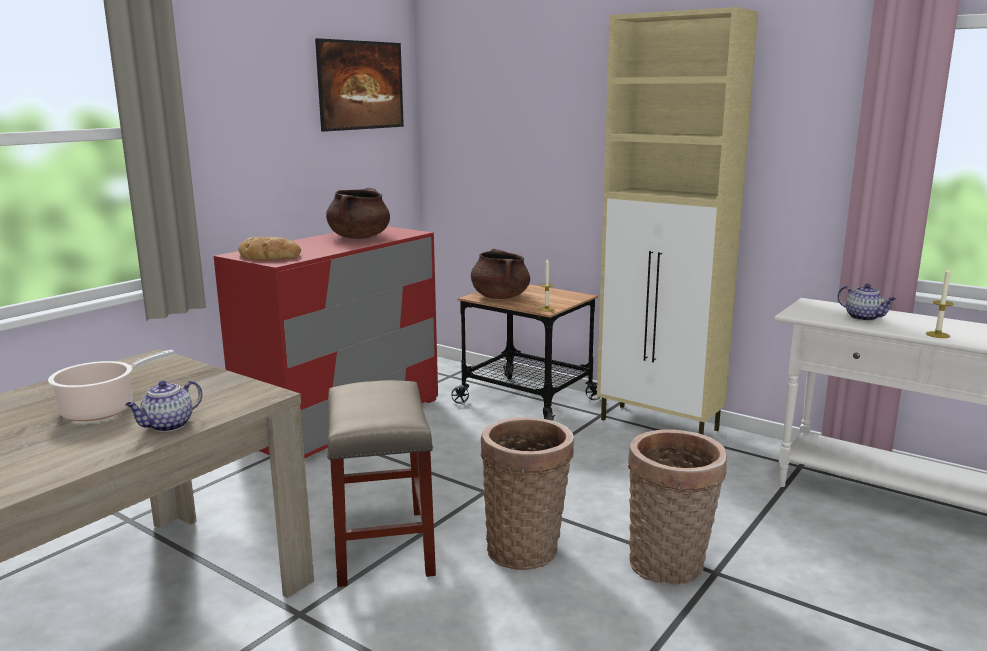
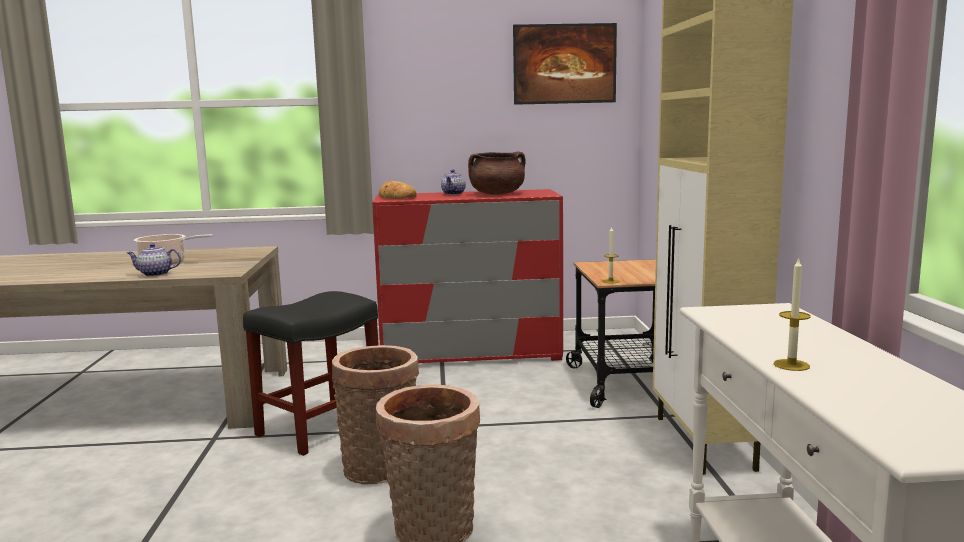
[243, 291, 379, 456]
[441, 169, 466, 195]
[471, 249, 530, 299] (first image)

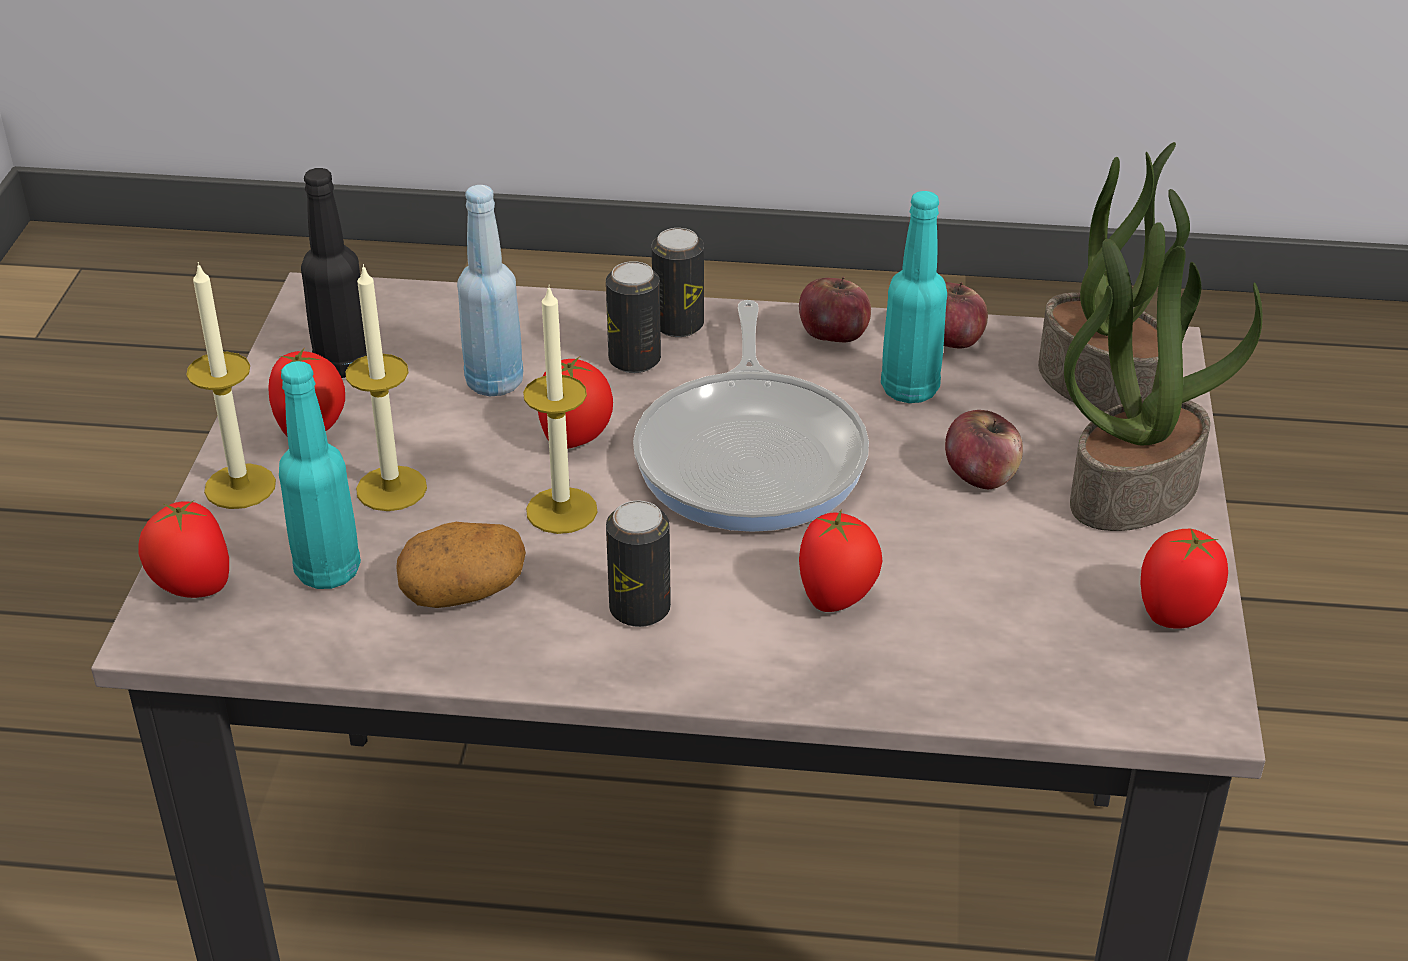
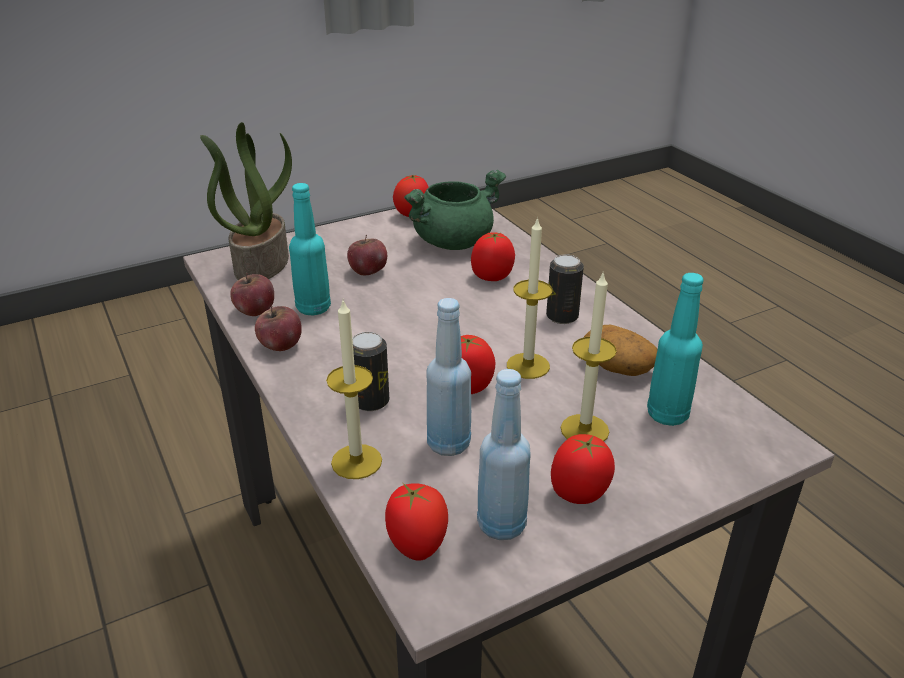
[326, 300, 382, 479]
[385, 482, 448, 561]
[404, 170, 506, 250]
[477, 369, 531, 540]
[633, 300, 869, 532] (first image)
[652, 228, 704, 337] (first image)
[1064, 239, 1263, 531] (first image)

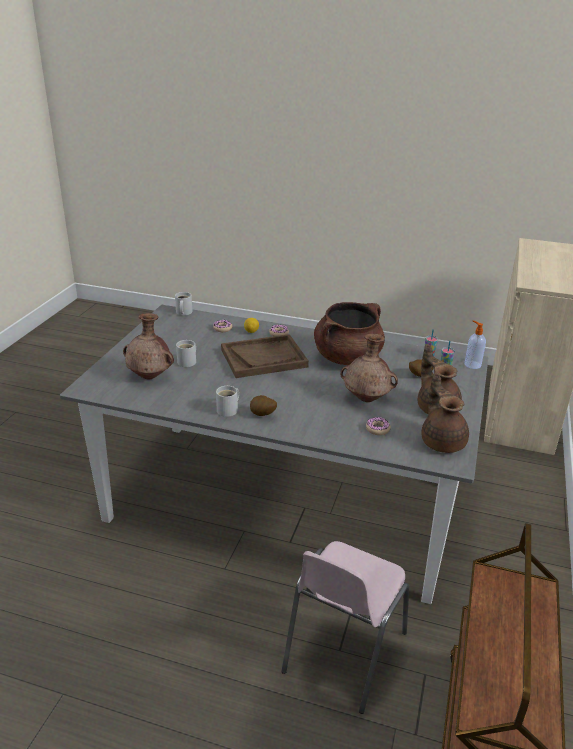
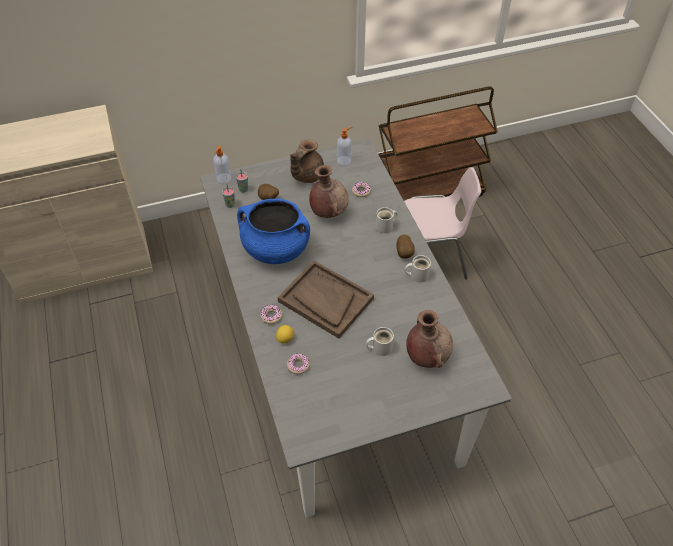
[237, 198, 310, 264]
[337, 127, 352, 165]
[376, 207, 398, 233]

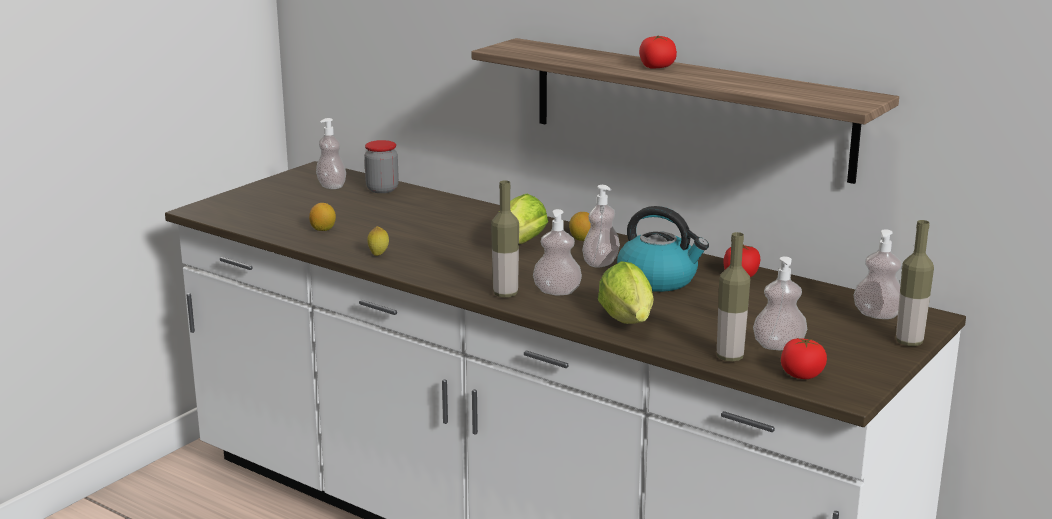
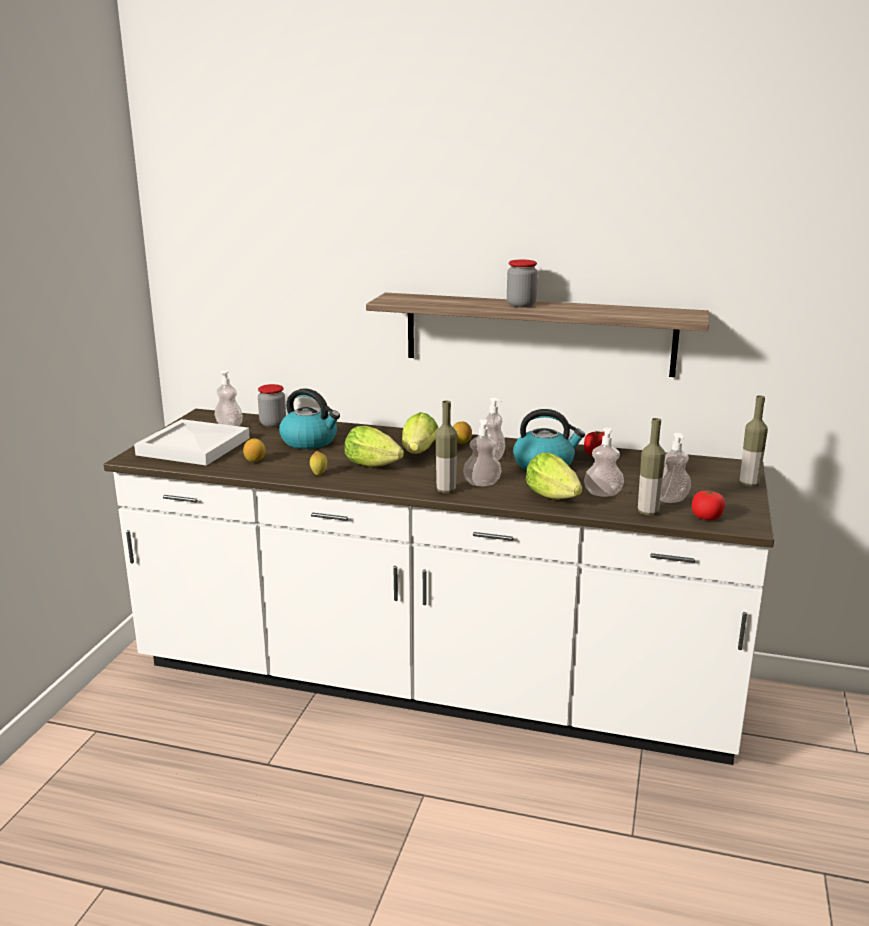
[134, 419, 250, 466]
[279, 388, 340, 449]
[344, 426, 404, 467]
[507, 260, 538, 307]
[584, 428, 624, 497]

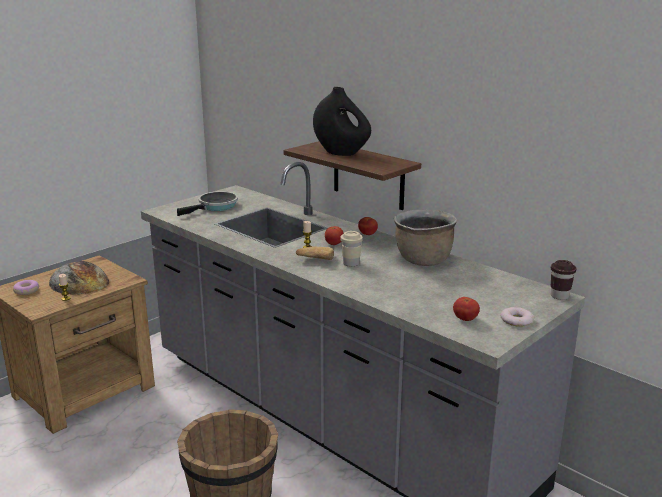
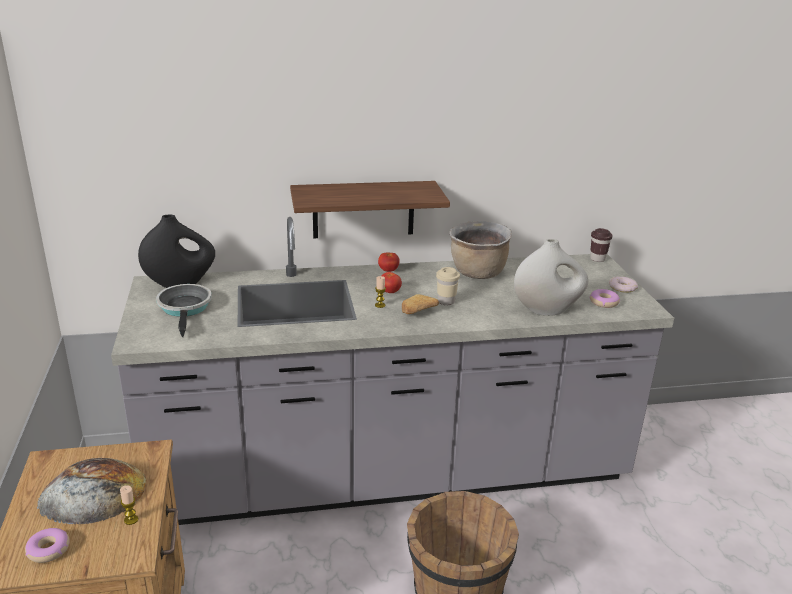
[138, 214, 215, 288]
[514, 239, 588, 316]
[589, 289, 620, 308]

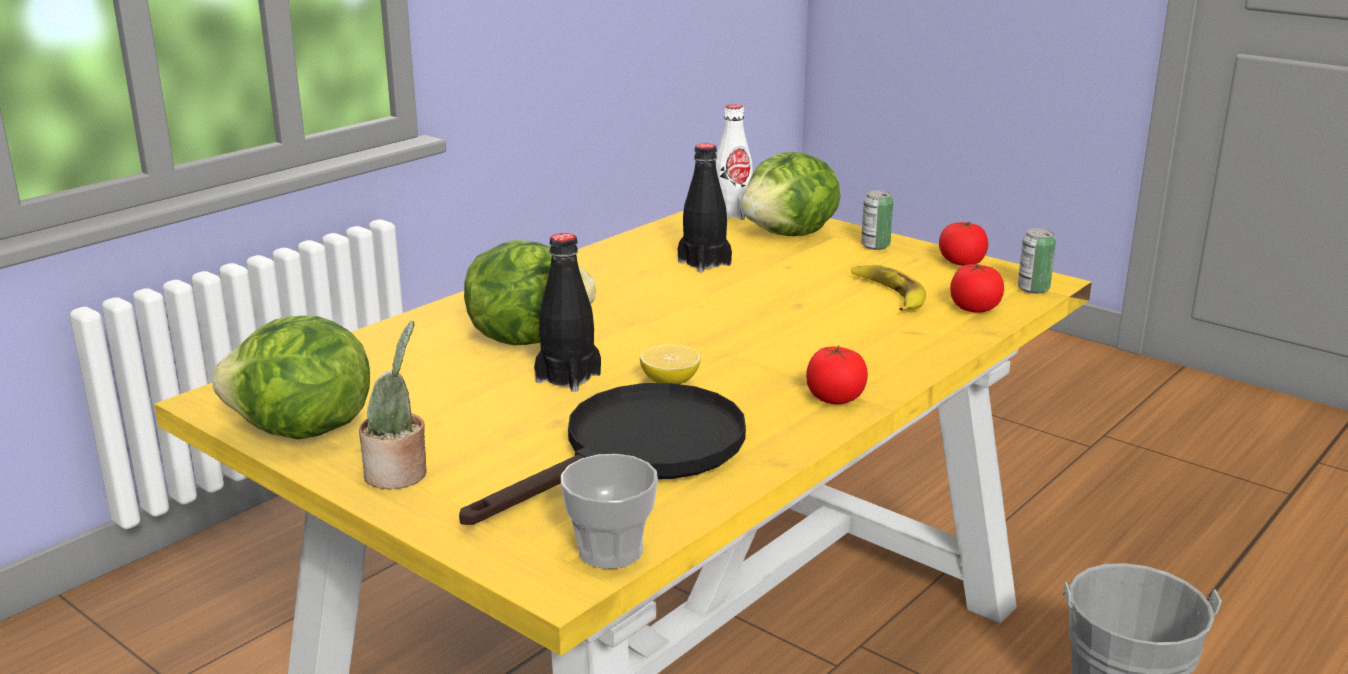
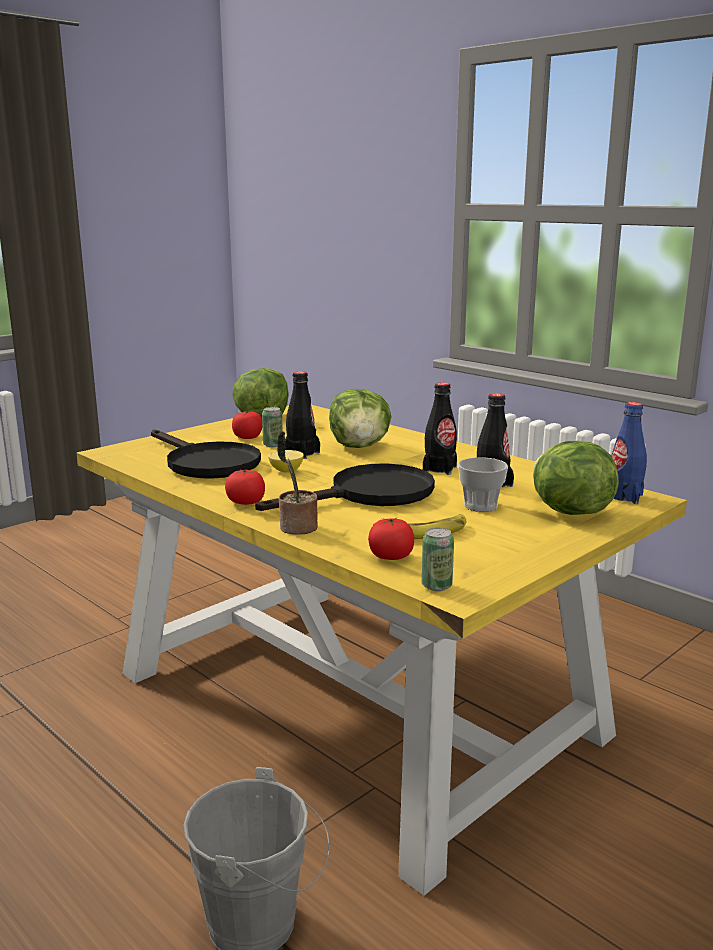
[232, 411, 262, 439]
[255, 464, 435, 511]
[262, 407, 283, 447]
[277, 431, 318, 535]
[423, 382, 457, 475]
[458, 457, 508, 512]
[611, 402, 647, 504]

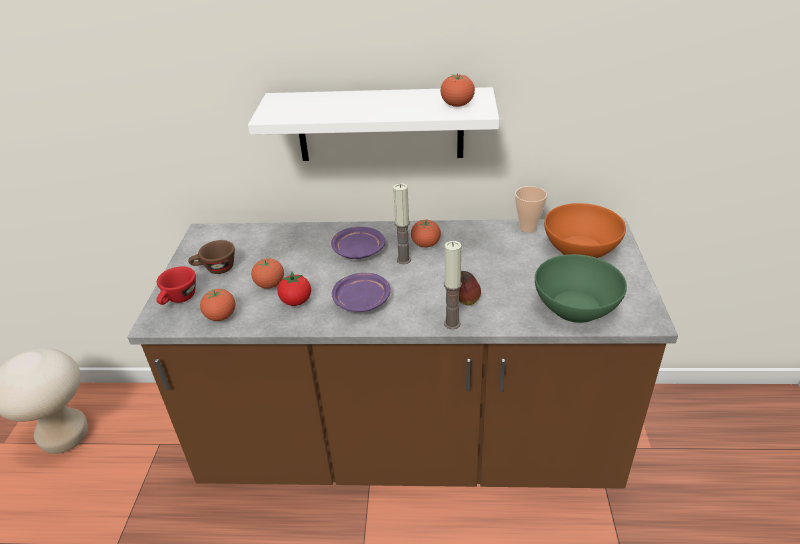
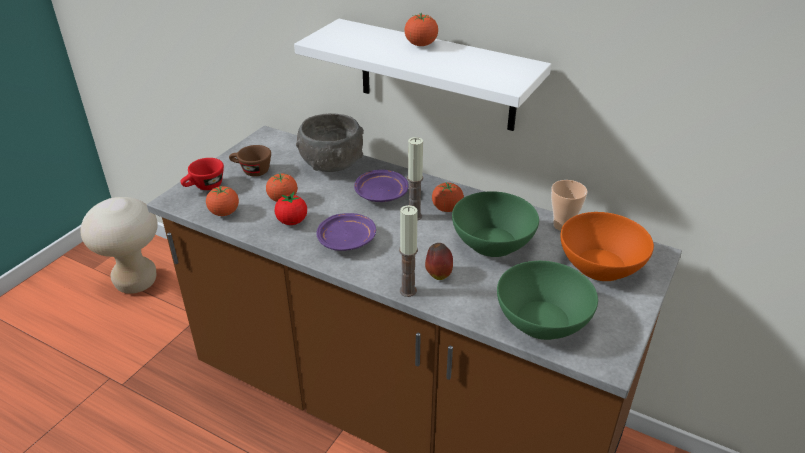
[296, 113, 364, 172]
[405, 13, 438, 46]
[452, 191, 539, 257]

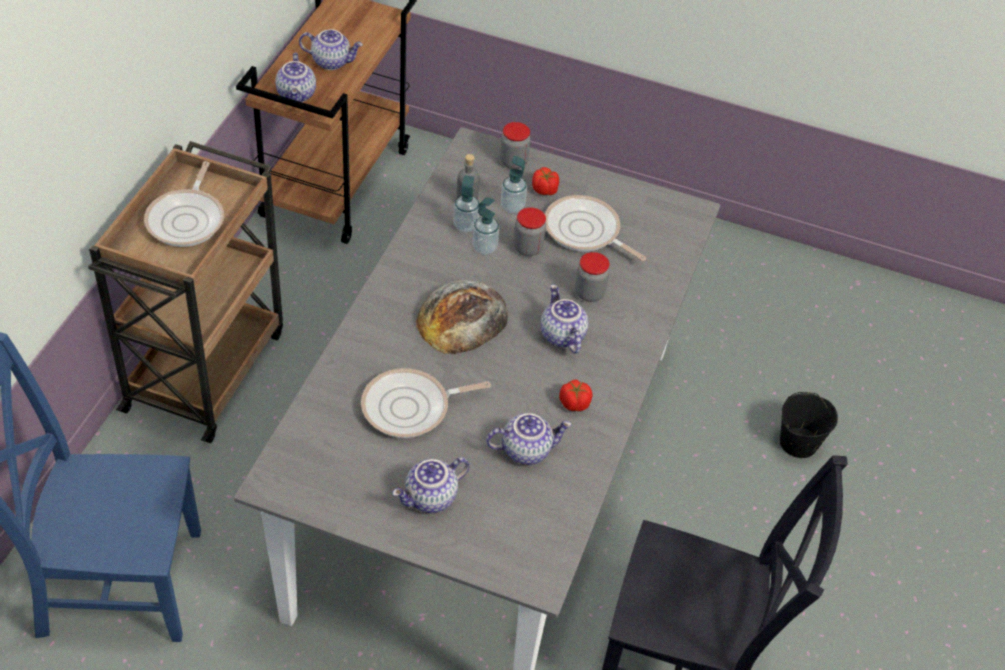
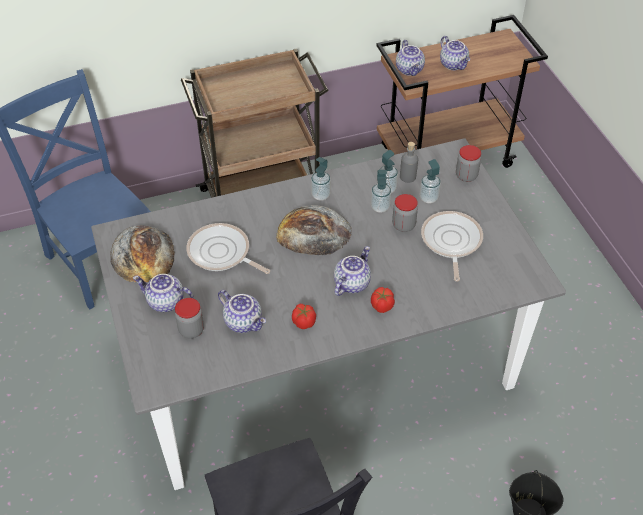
[110, 225, 175, 283]
[175, 298, 204, 339]
[311, 157, 331, 201]
[371, 287, 395, 313]
[396, 40, 425, 76]
[144, 161, 224, 247] (first image)

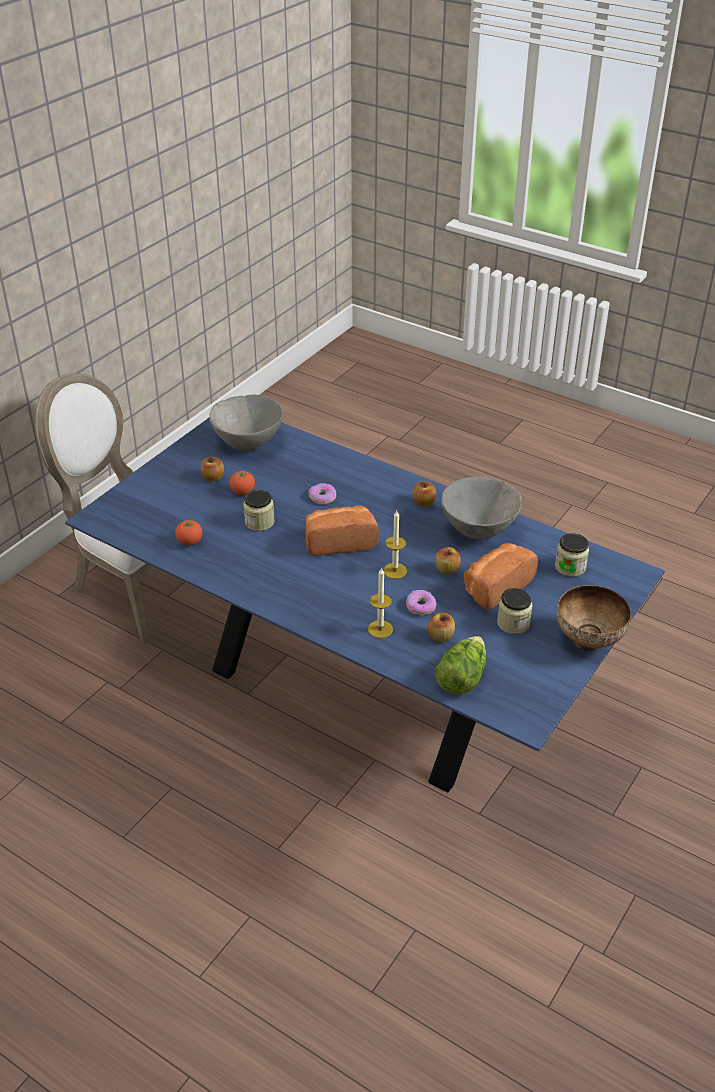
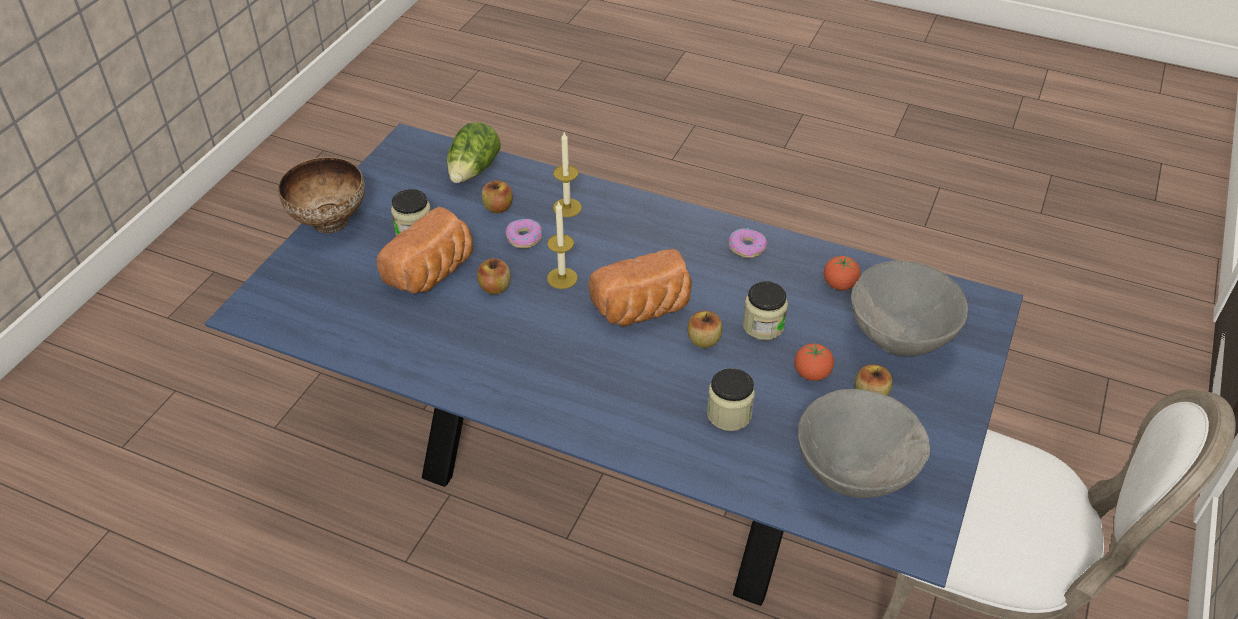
[688, 311, 722, 348]
[707, 368, 755, 431]
[729, 228, 768, 258]
[851, 260, 968, 356]

